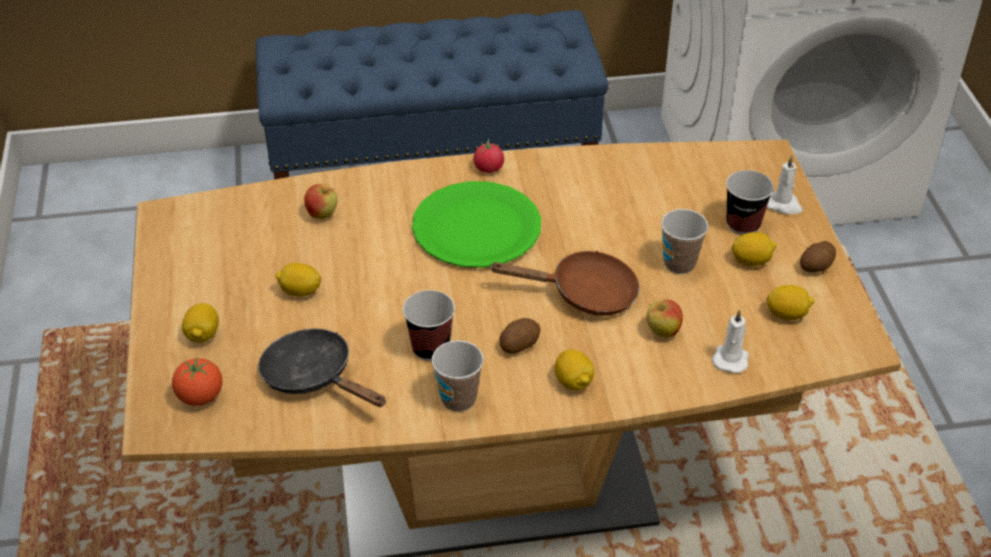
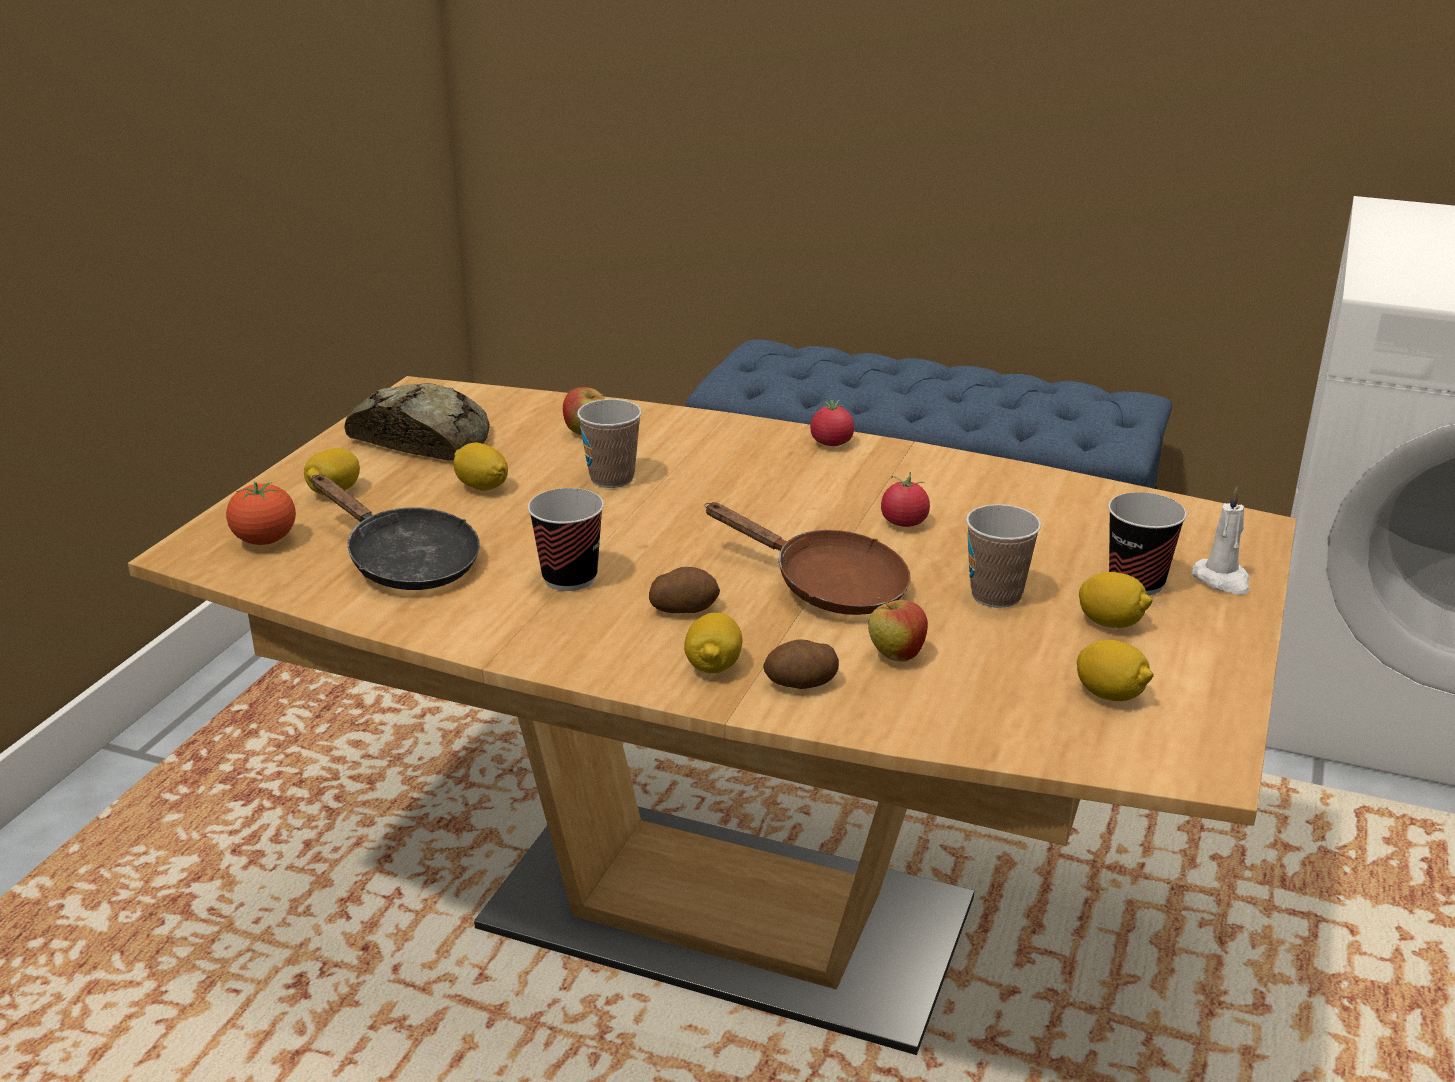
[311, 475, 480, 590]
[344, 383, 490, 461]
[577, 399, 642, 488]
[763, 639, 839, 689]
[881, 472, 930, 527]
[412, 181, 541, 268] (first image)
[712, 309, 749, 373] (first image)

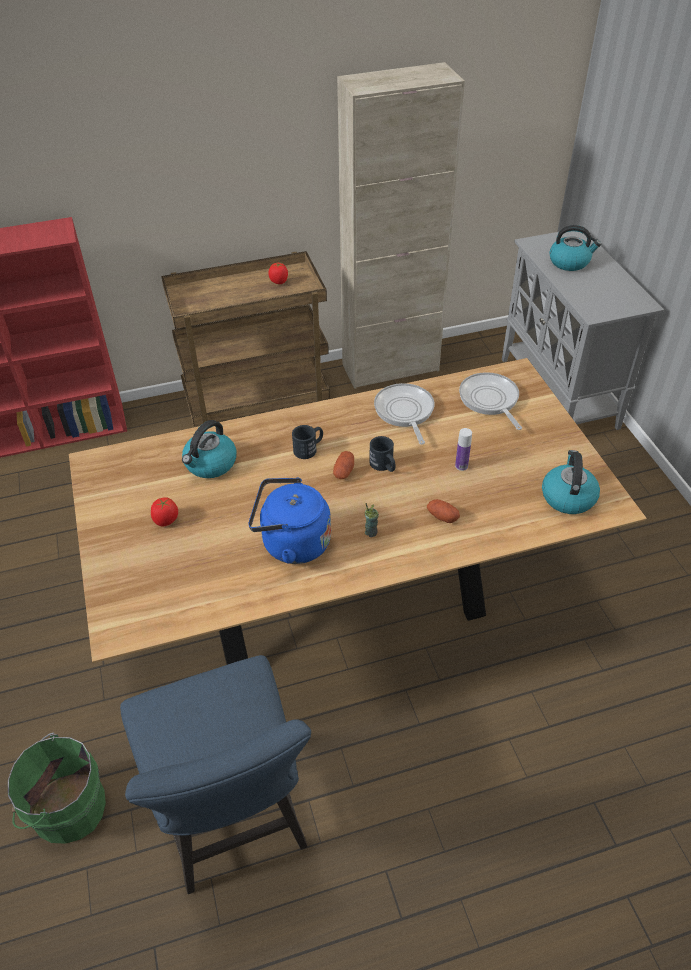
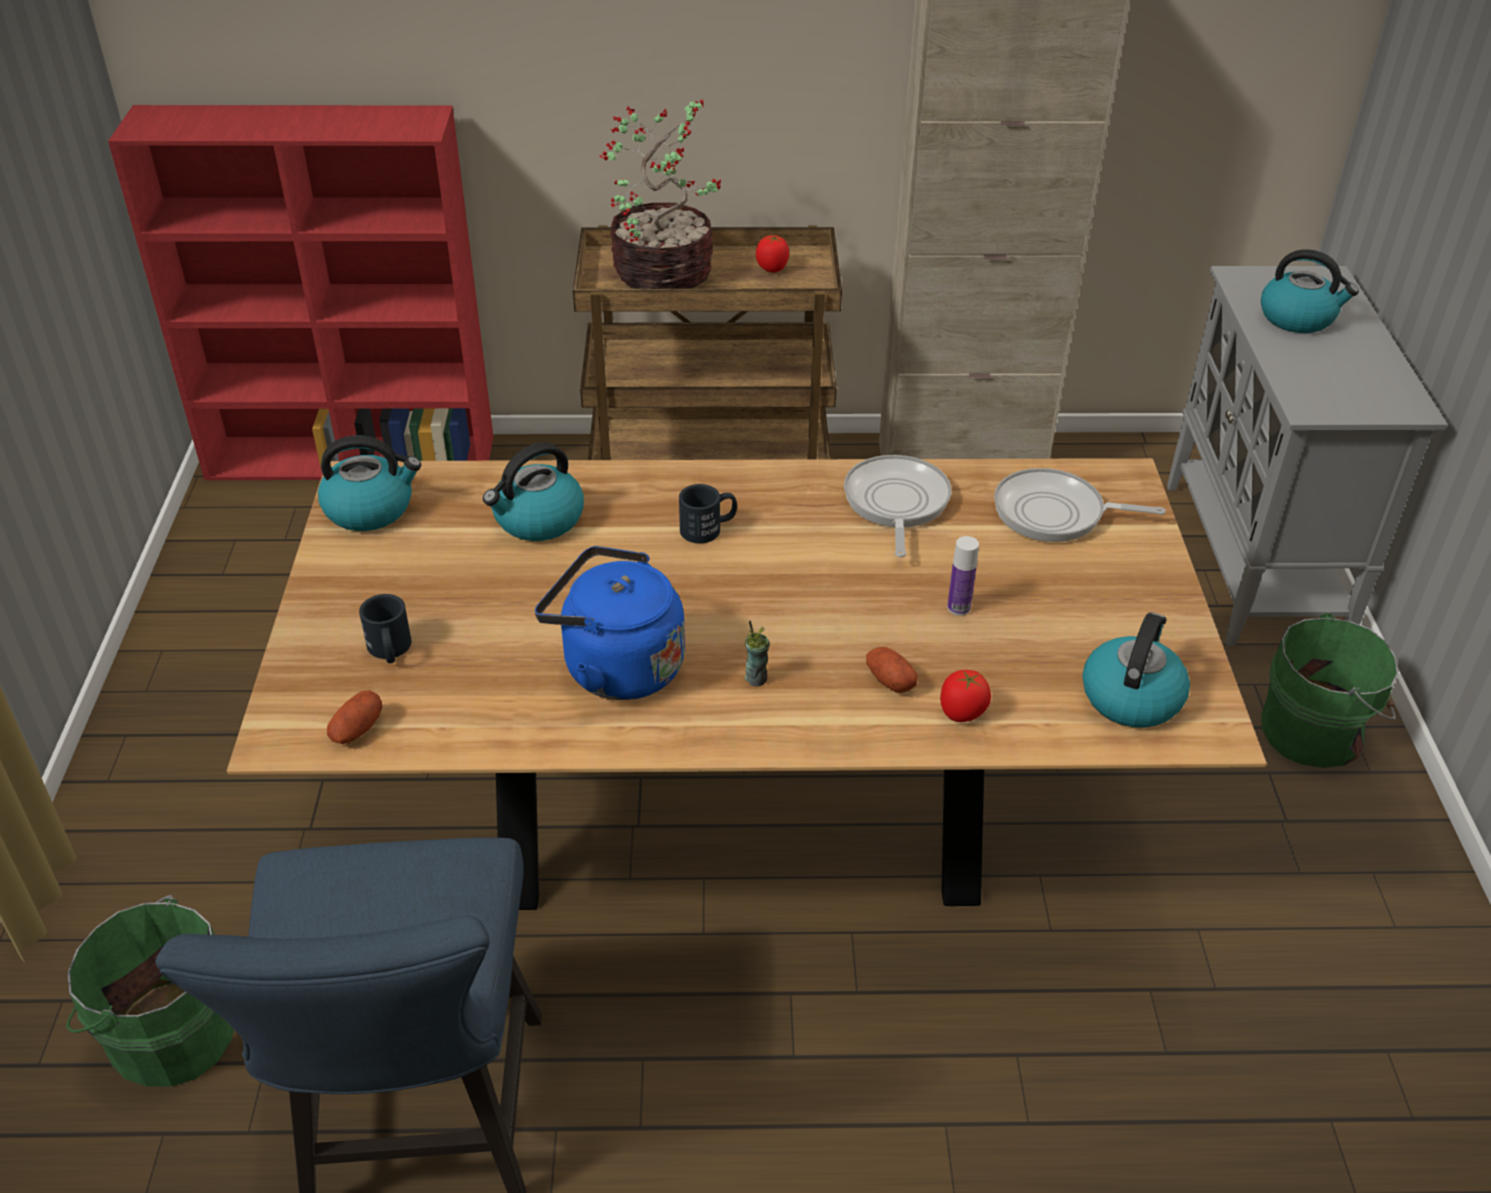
[318, 436, 421, 531]
[327, 690, 382, 744]
[359, 594, 412, 663]
[599, 100, 721, 289]
[940, 670, 991, 722]
[994, 468, 1166, 542]
[1261, 612, 1399, 768]

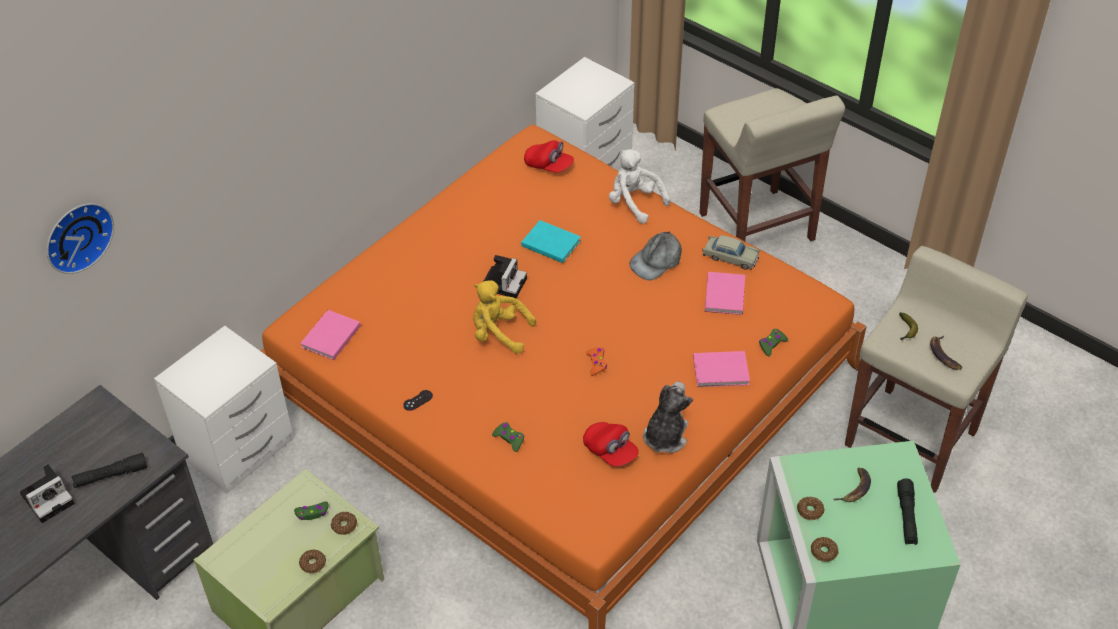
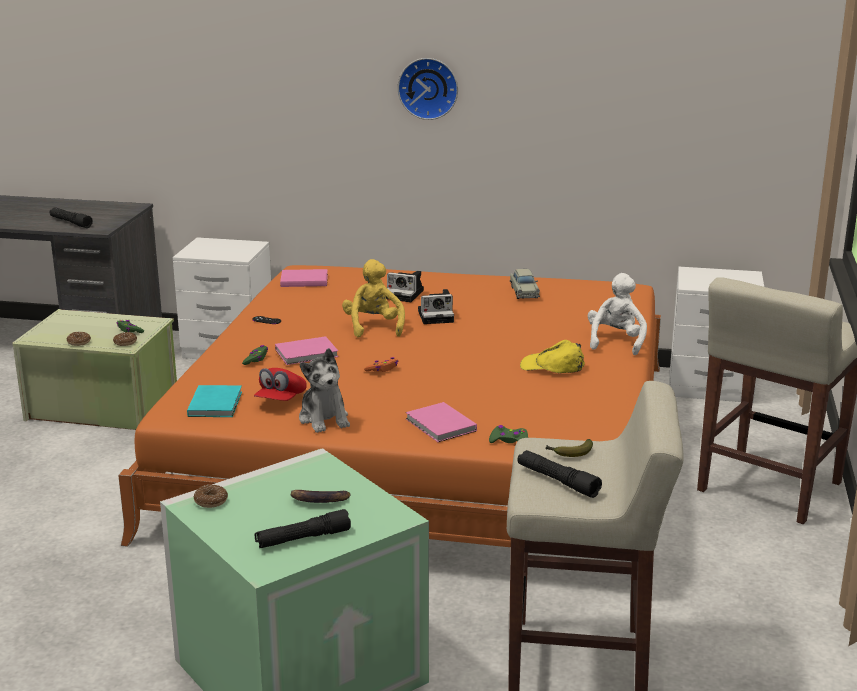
[187, 385, 242, 417]
[275, 336, 338, 365]
[299, 348, 350, 433]
[386, 271, 424, 302]
[398, 58, 458, 120]
[510, 269, 540, 299]
[518, 450, 602, 498]
[520, 340, 585, 373]
[524, 140, 574, 173] (first image)
[797, 497, 825, 520] (first image)

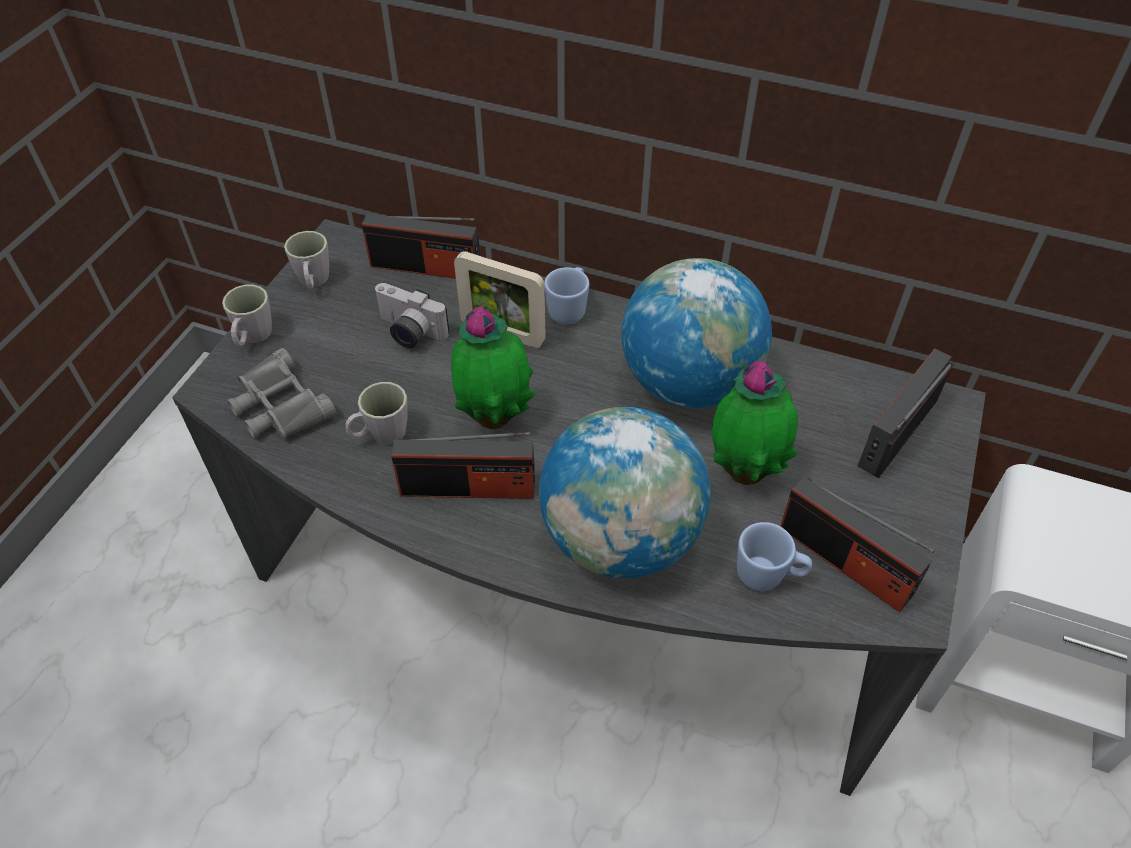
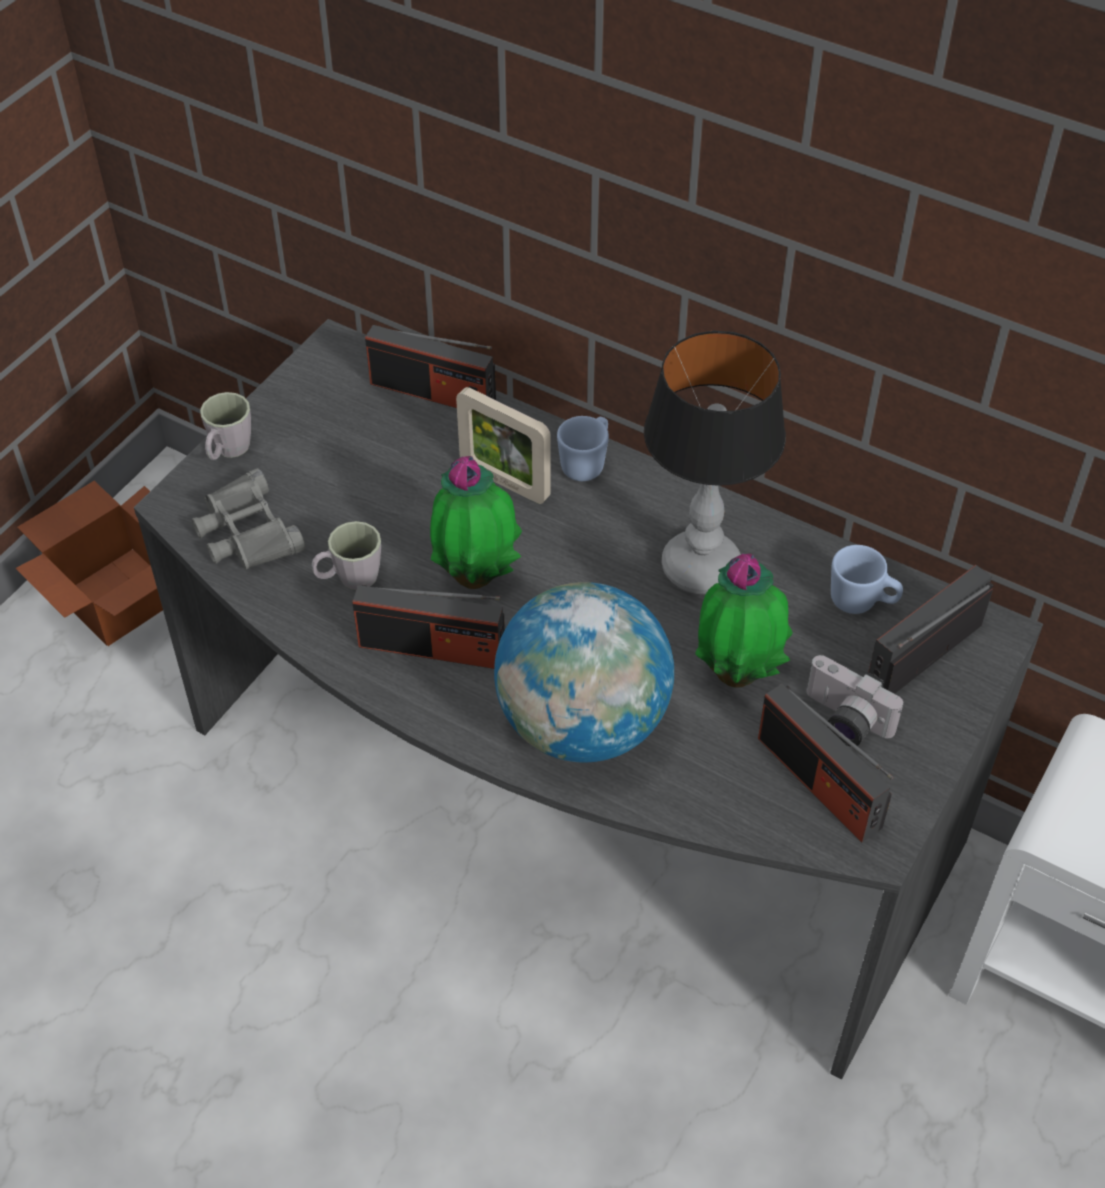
[15, 481, 163, 646]
[644, 331, 786, 594]
[806, 655, 904, 746]
[831, 545, 903, 614]
[284, 231, 329, 289] (first image)

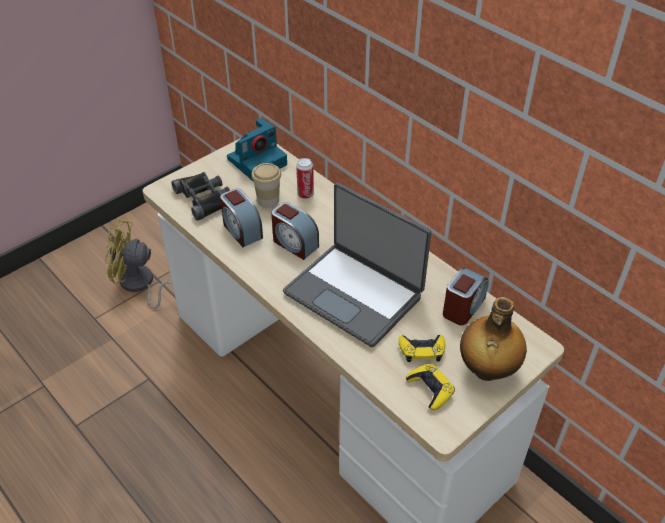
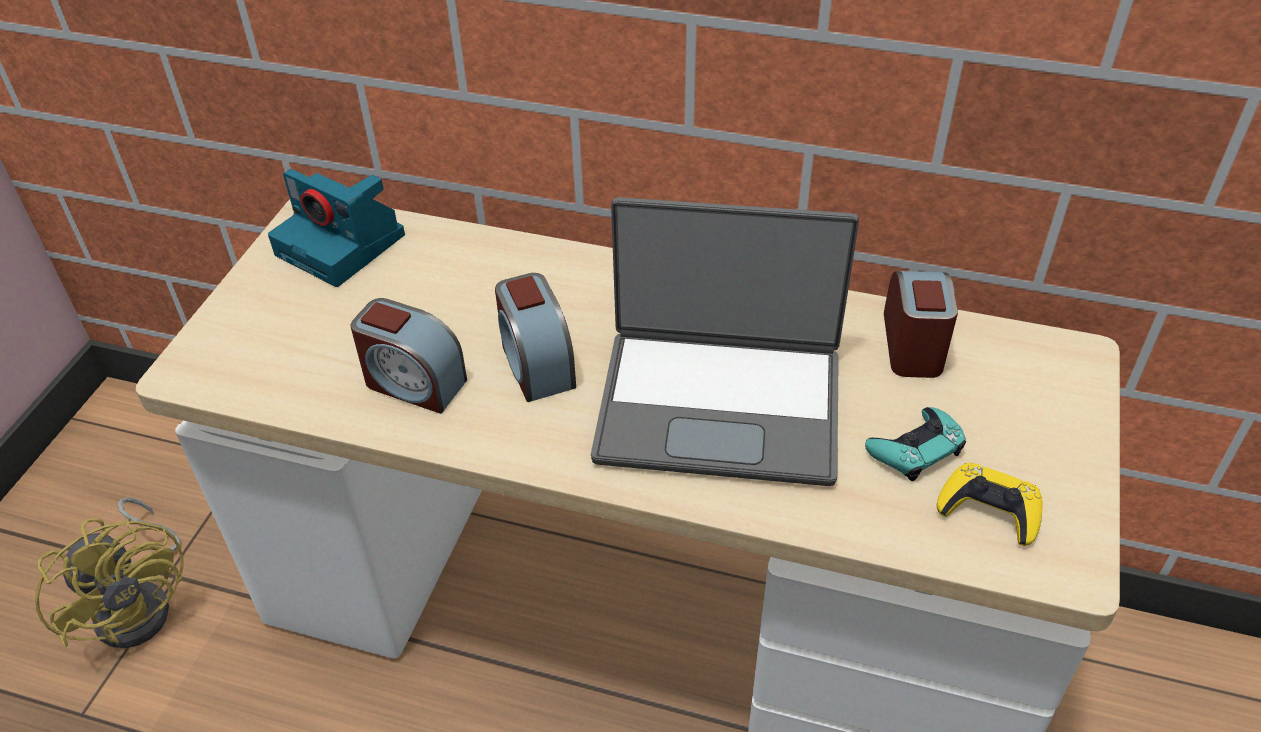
[35, 497, 183, 648]
[268, 169, 405, 287]
[495, 273, 576, 402]
[865, 407, 966, 481]
[172, 172, 230, 221] (first image)
[251, 163, 281, 208] (first image)
[296, 158, 314, 199] (first image)
[460, 297, 527, 381] (first image)

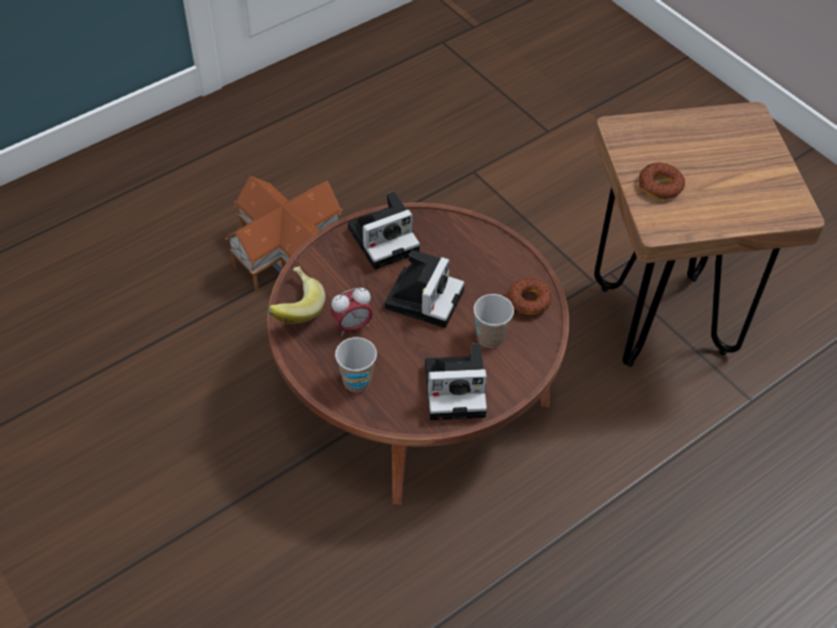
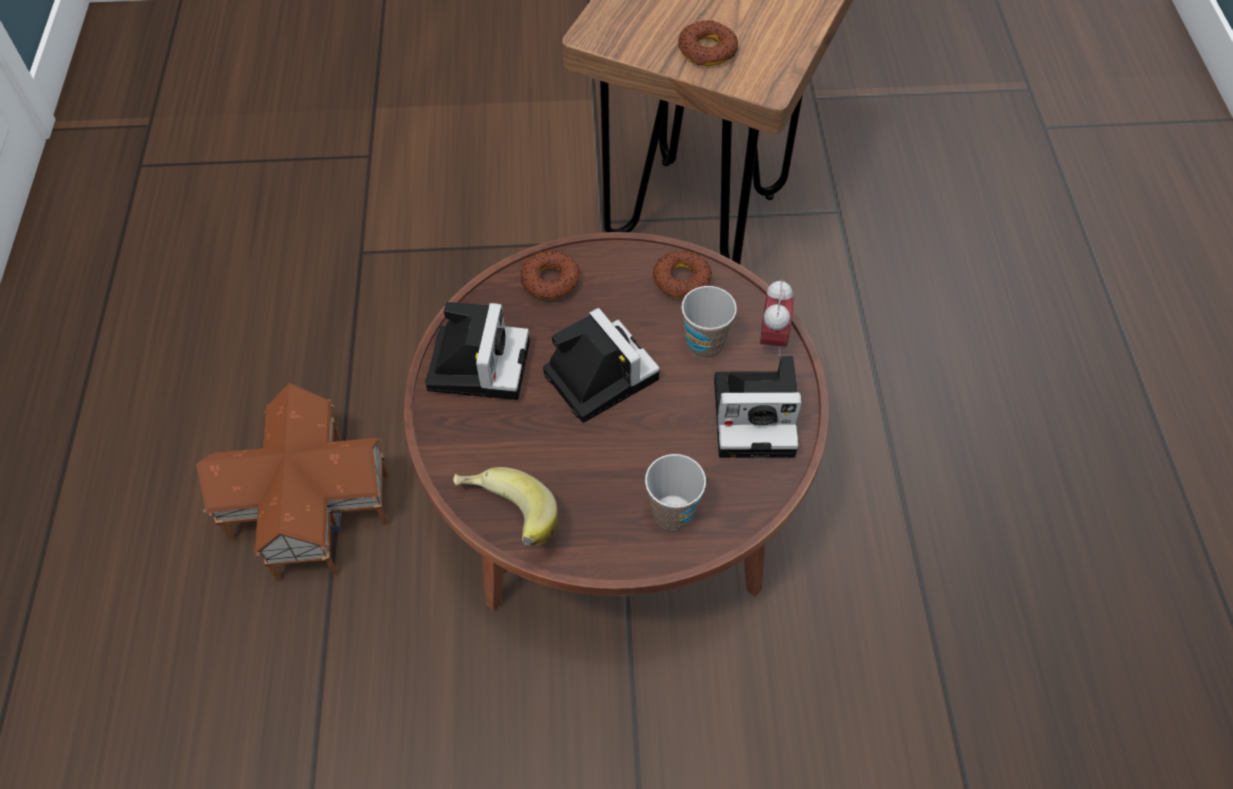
[520, 250, 579, 299]
[714, 356, 802, 458]
[760, 279, 794, 356]

